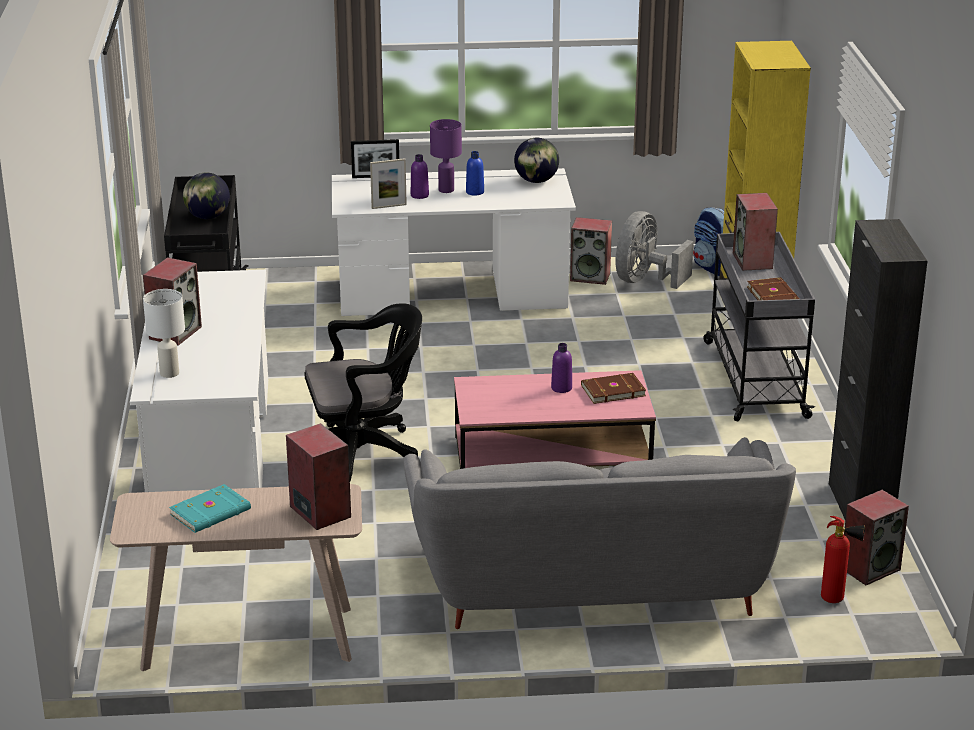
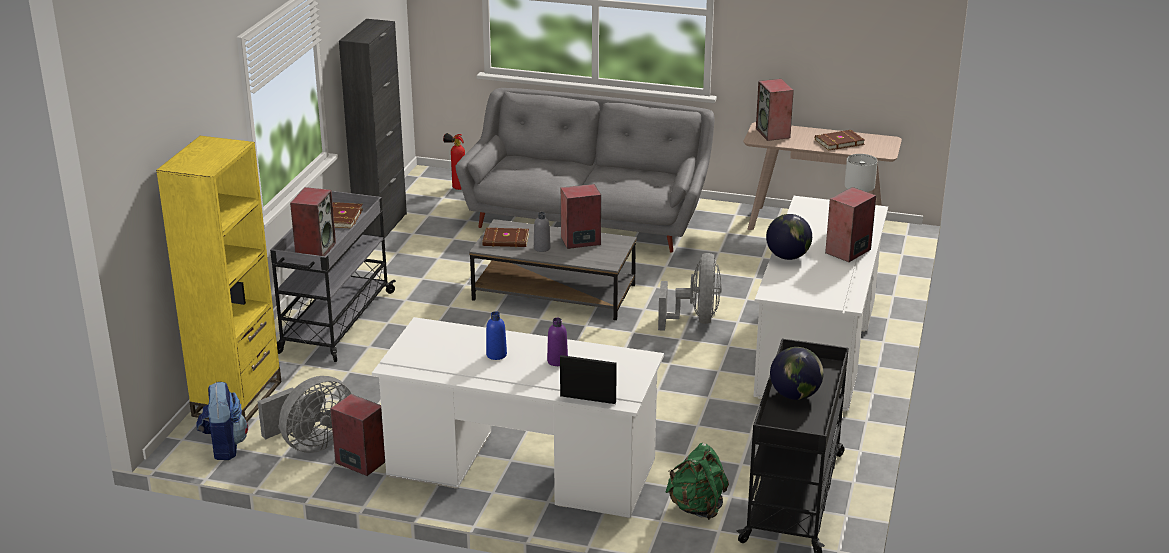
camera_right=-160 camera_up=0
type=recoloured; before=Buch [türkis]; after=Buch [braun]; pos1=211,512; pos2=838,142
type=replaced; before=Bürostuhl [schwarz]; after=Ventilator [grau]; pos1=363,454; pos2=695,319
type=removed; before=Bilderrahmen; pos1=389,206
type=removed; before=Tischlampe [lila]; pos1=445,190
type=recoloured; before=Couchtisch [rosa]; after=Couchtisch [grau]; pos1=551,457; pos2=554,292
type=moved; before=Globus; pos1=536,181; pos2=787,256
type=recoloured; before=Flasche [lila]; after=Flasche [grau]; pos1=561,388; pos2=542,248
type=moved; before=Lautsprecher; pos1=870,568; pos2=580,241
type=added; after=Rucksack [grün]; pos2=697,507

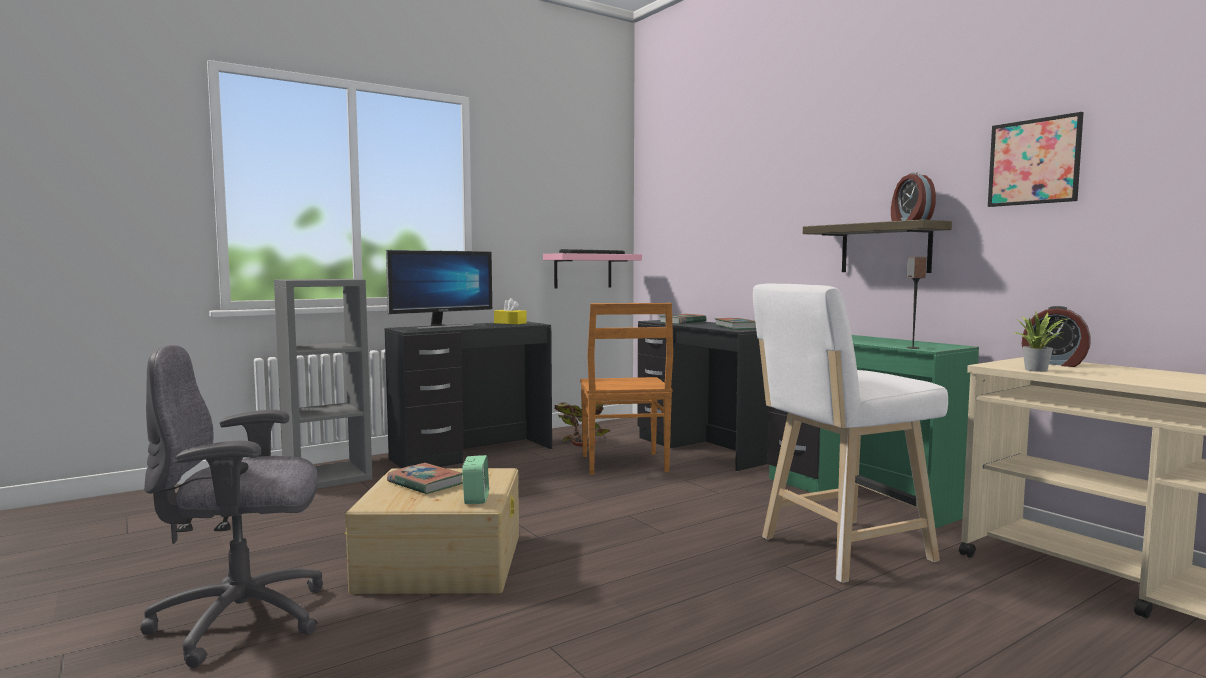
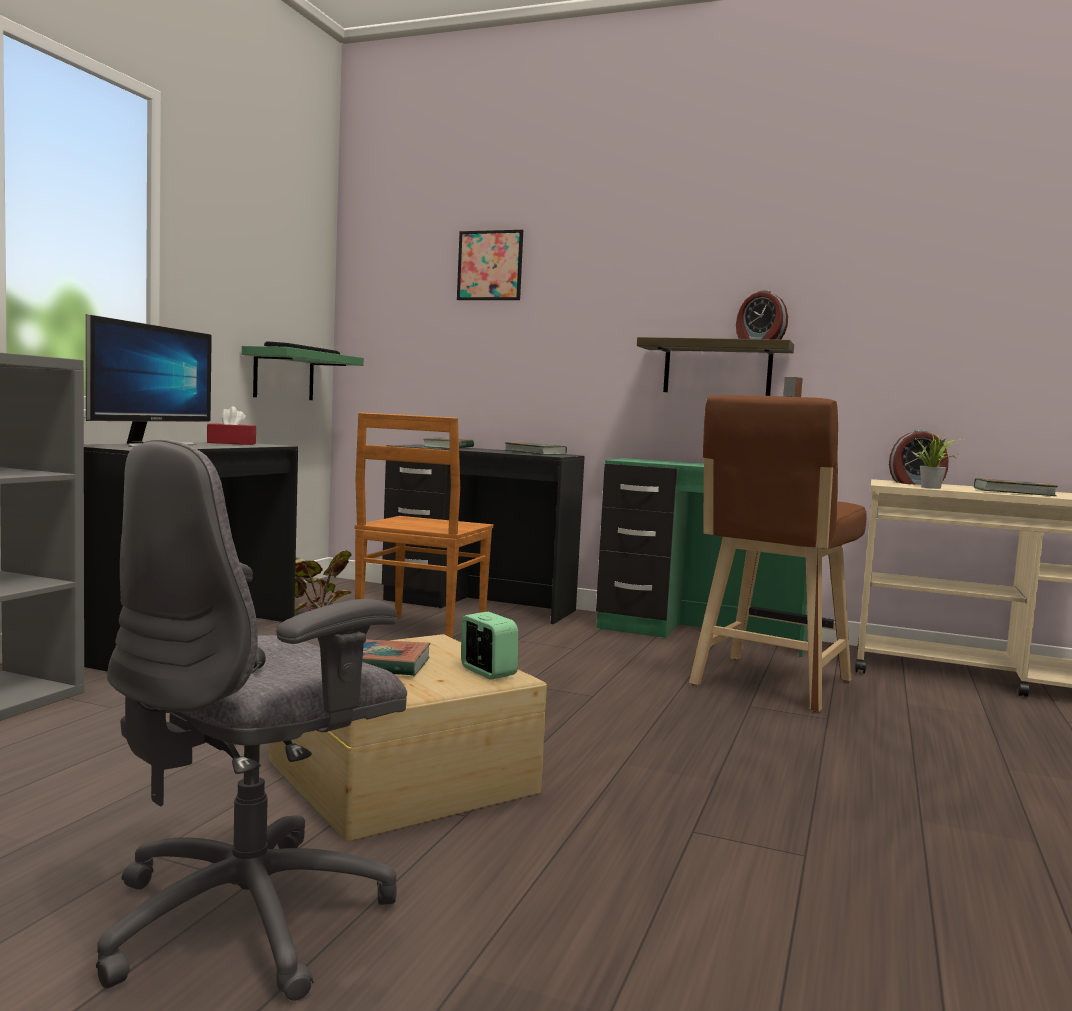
camera_right=-35 camera_up=0
type=recoloured; before=Taschentuchbox [gelb]; after=Taschentuchbox [rot]; pos1=510,323; pos2=231,443
type=recoloured; before=Wandregal [rosa]; after=Wandregal [grün]; pos1=583,271; pos2=284,375
type=turned; before=Stuhl [braun]; pos1=624,464; pos2=419,631; turn=60
type=recoloured; before=Hocker [weiß]; after=Hocker [braun]; pos1=838,551; pos2=768,685
type=moved; before=Bild; pos1=1034,162; pos2=490,265
type=added; after=Buch; pos2=1013,492

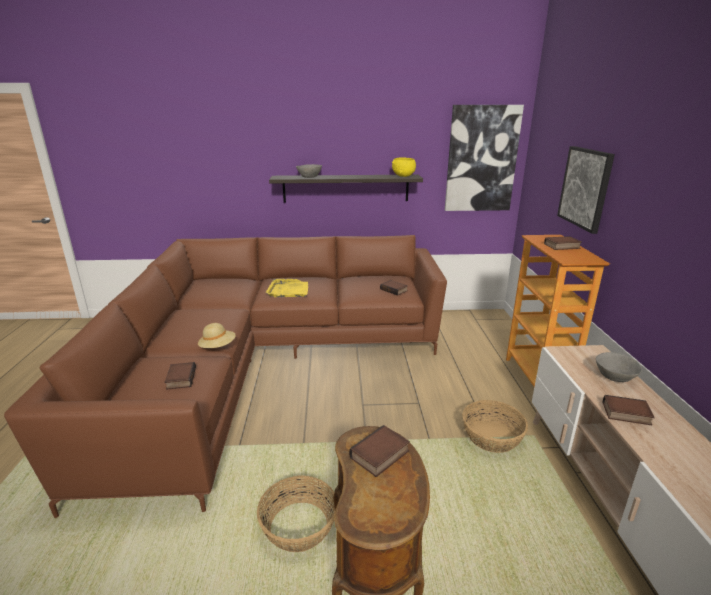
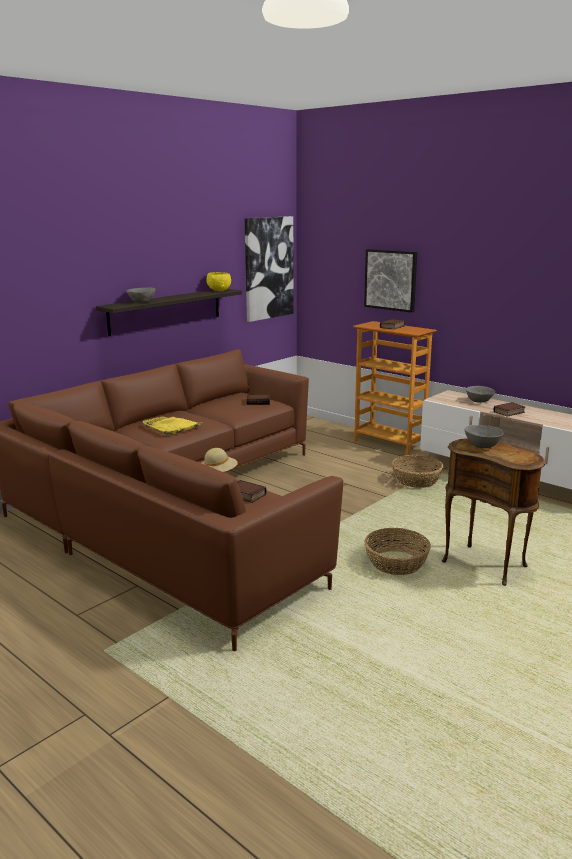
camera_right=-45 camera_up=-5
type=replaced; before=Buch; after=Schüssel [grau]; pos1=380,455; pos2=483,445

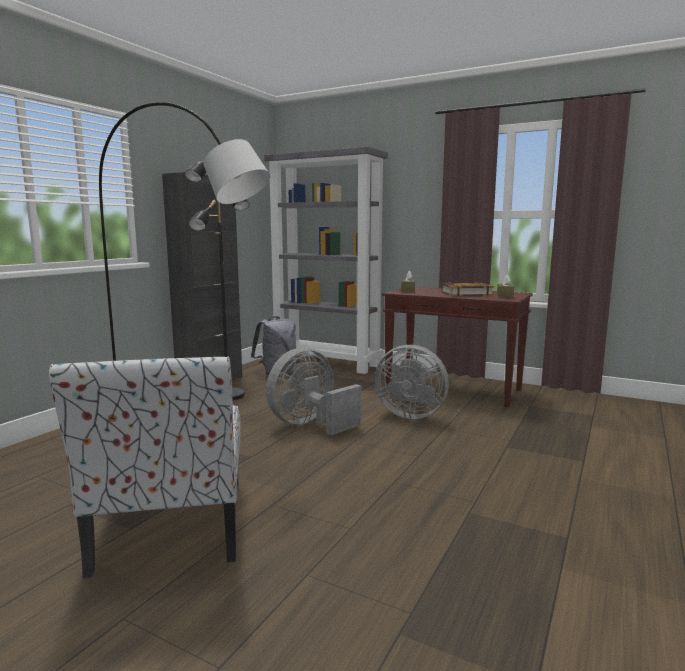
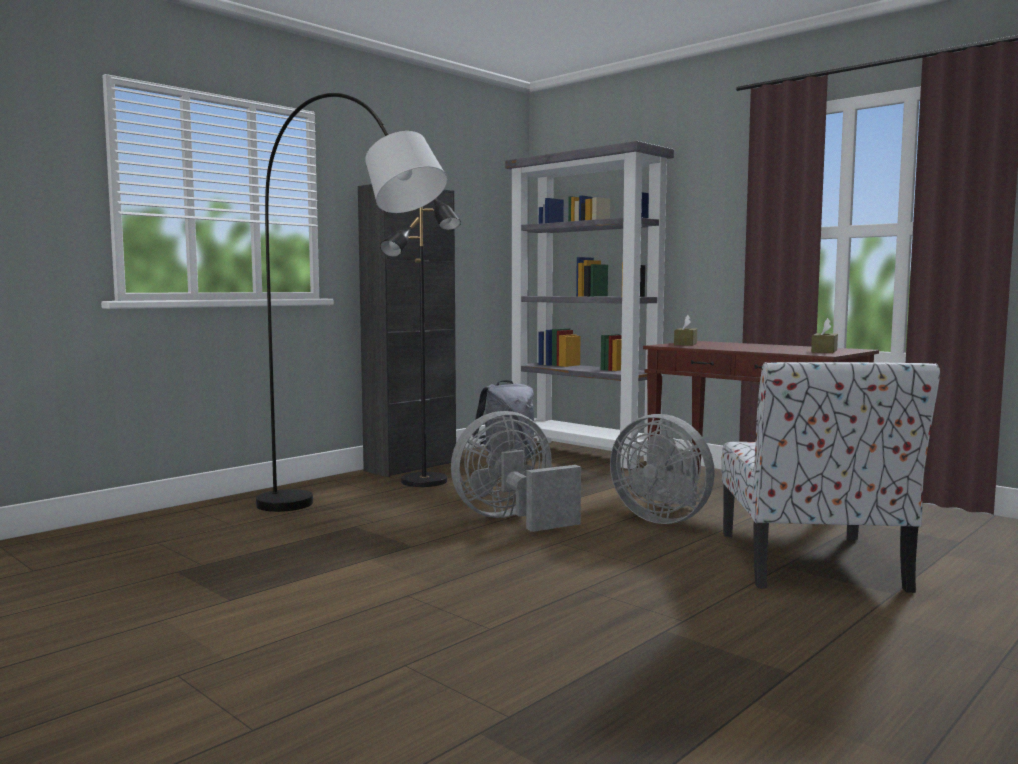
camera_right=15 camera_up=-5
type=moved; before=Stuhl; pos1=171,526; pos2=811,562
type=removed; before=Buch; pos1=466,293

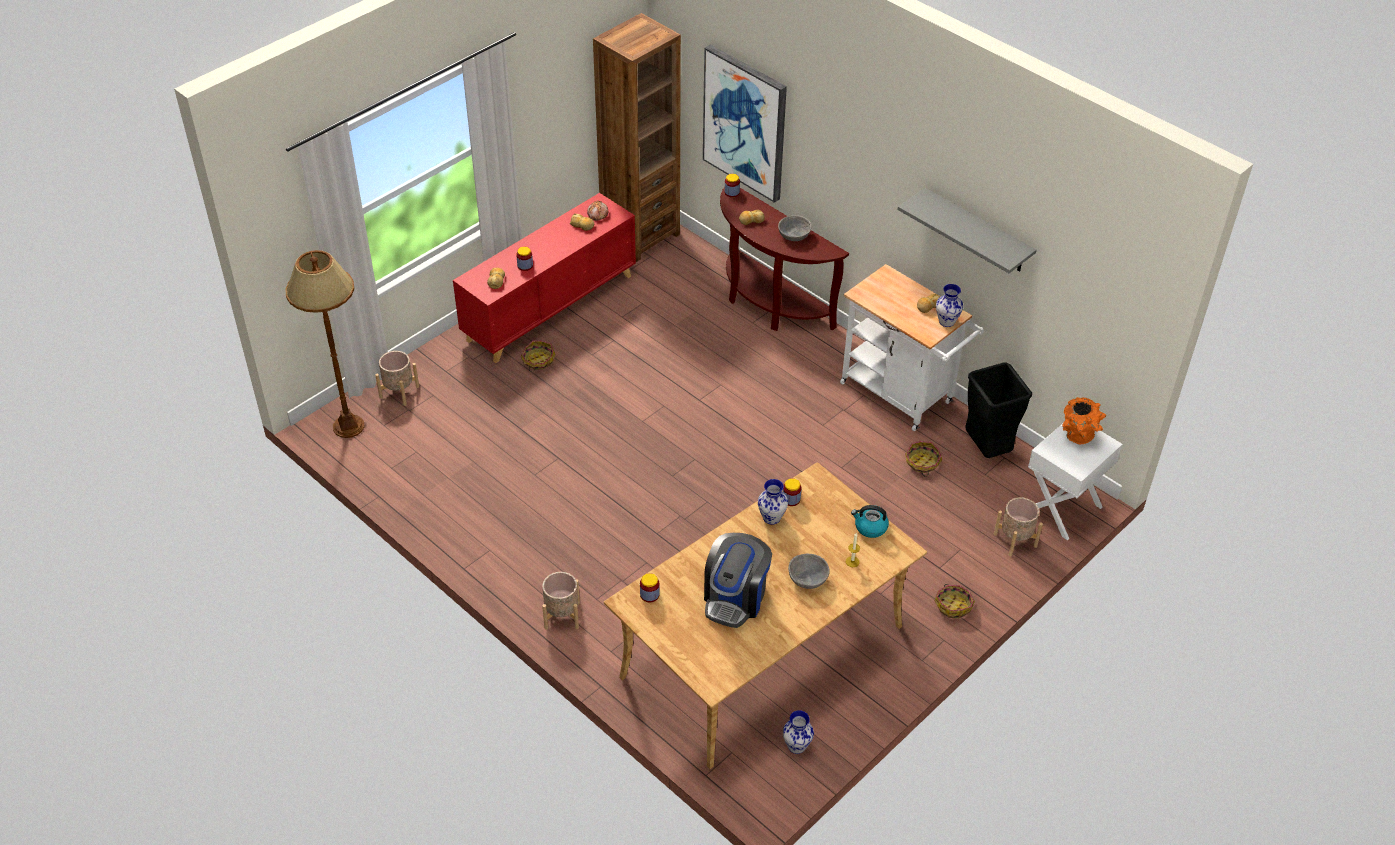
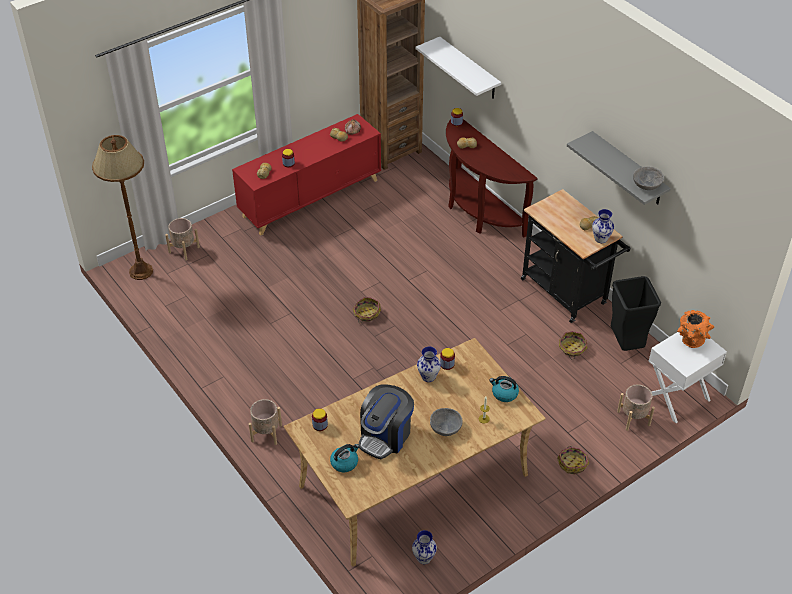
camera_right=10 camera_up=0
type=moved; before=Korb; pos1=538,361; pos2=366,314
type=replaced; before=Bild; after=Wandregal [weiß]; pos1=745,122; pos2=469,69
type=moved; before=Schüssel [grau]; pos1=794,235; pos2=647,185
type=recoloured; before=Rollwagen [weiß]; after=Rollwagen [schwarz]; pos1=902,396; pos2=567,294
type=added; after=Wasserkessel; pos2=344,462

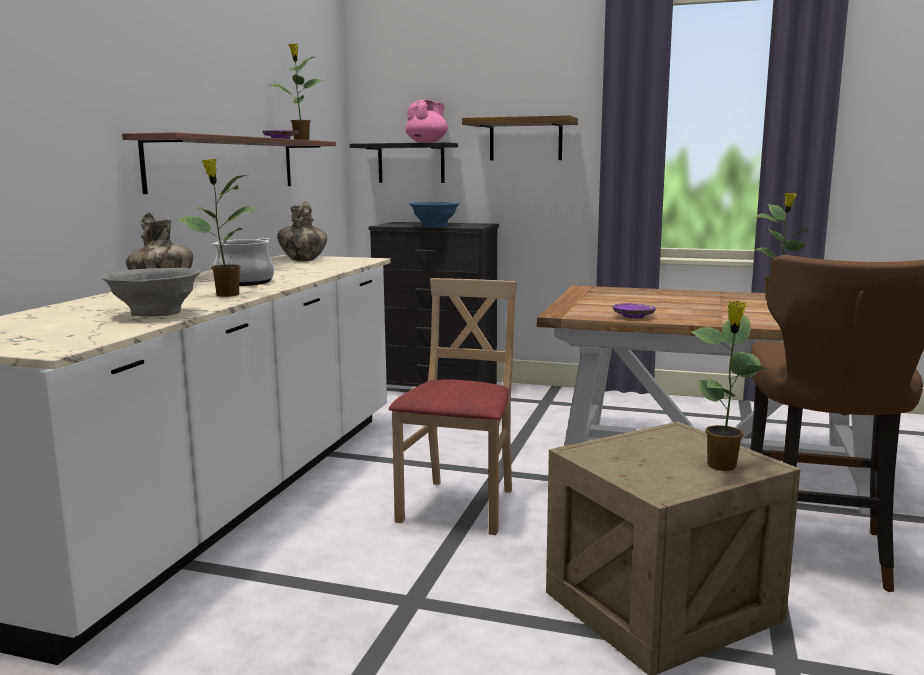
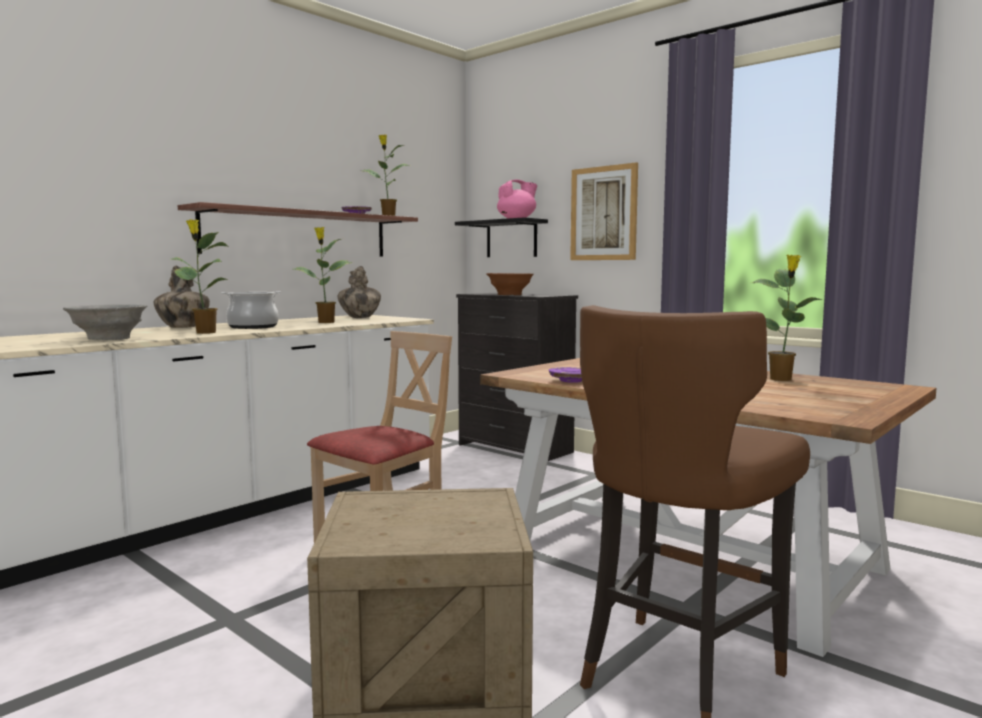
camera_right=25 camera_up=-5
type=recoloured; before=Schüssel [blau]; after=Schüssel [braun]; pos1=434,226; pos2=509,295
type=replaced; before=Wandregal; after=Bild; pos1=525,139; pos2=603,213
type=moved; before=Topfpflanze; pos1=722,466; pos2=325,322

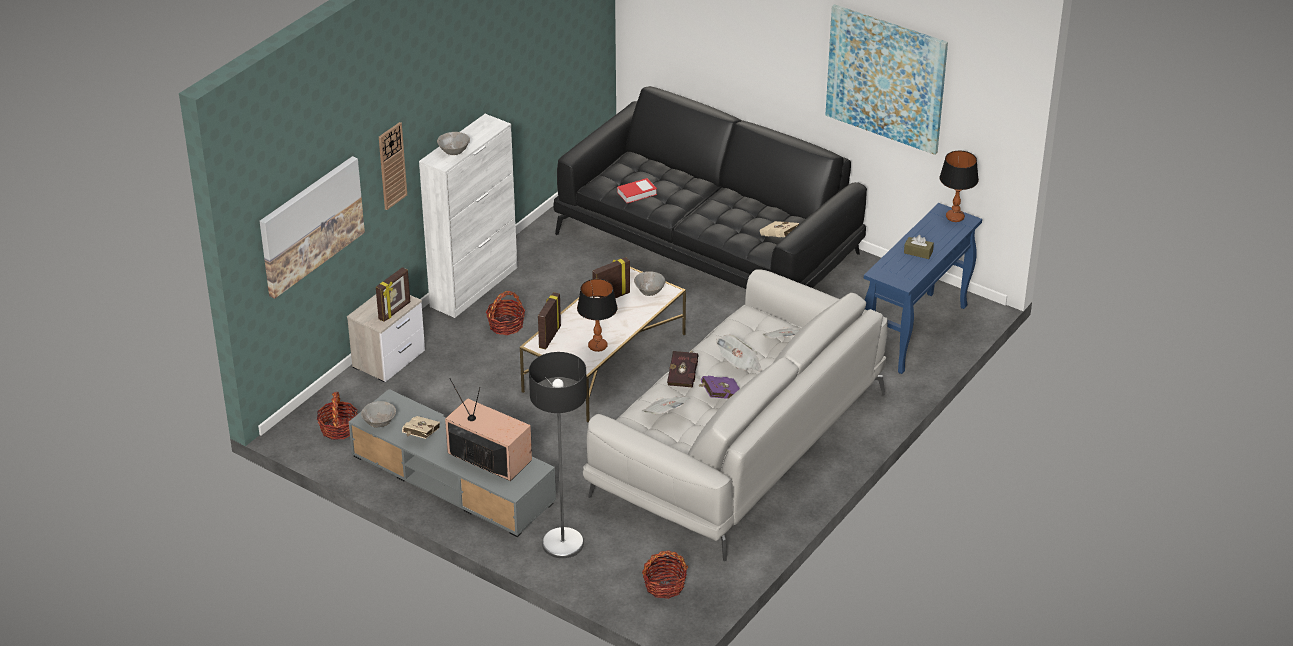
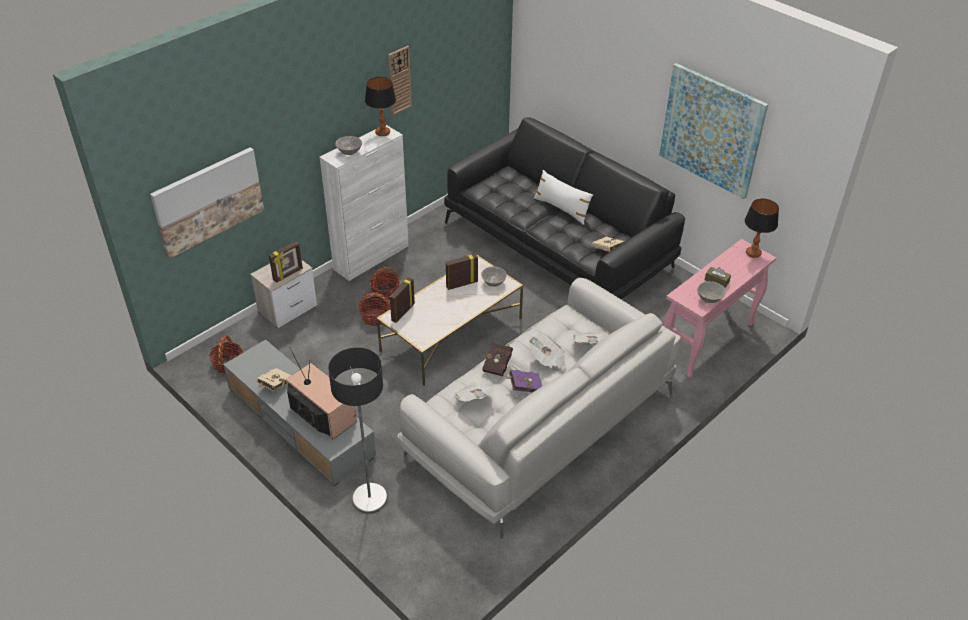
camera_right=10 camera_up=5
type=moved; before=Schüssel [grau]; pos1=380,423; pos2=710,299
type=moved; before=Wanduhr; pos1=392,166; pos2=399,80
type=moved; before=Tischlampe; pos1=598,346; pos2=383,133
type=removed; before=Buch; pos1=637,193
type=moved; before=Korb; pos1=664,585; pos2=375,317
type=recoloured; before=Konsolentisch [blau]; after=Konsolentisch [rosa]; pos1=915,333; pos2=707,342
type=added; after=Kissen [weiß]; pos2=562,209

